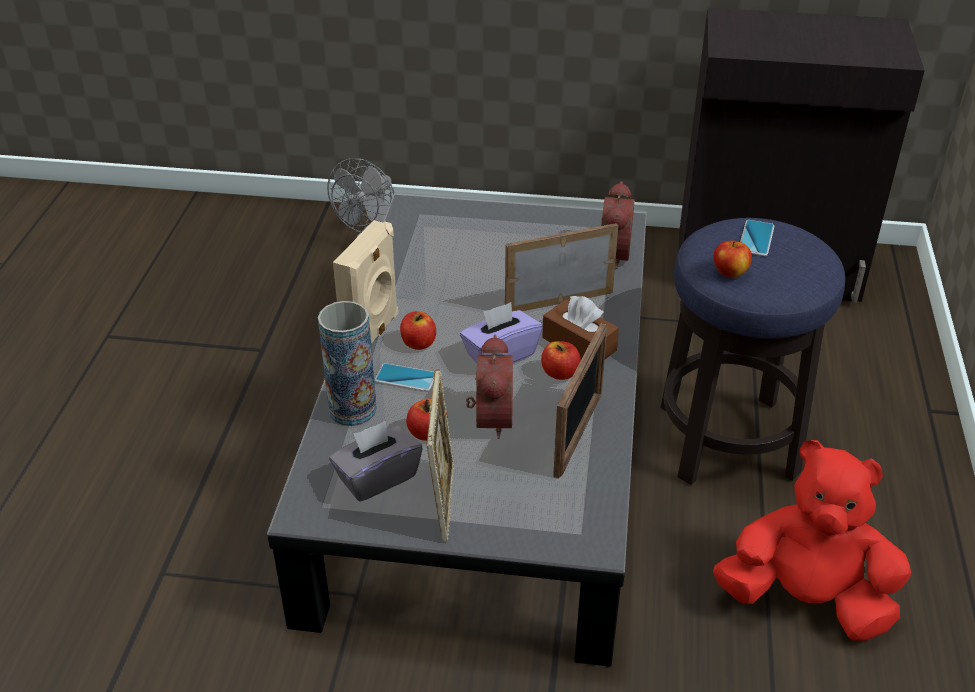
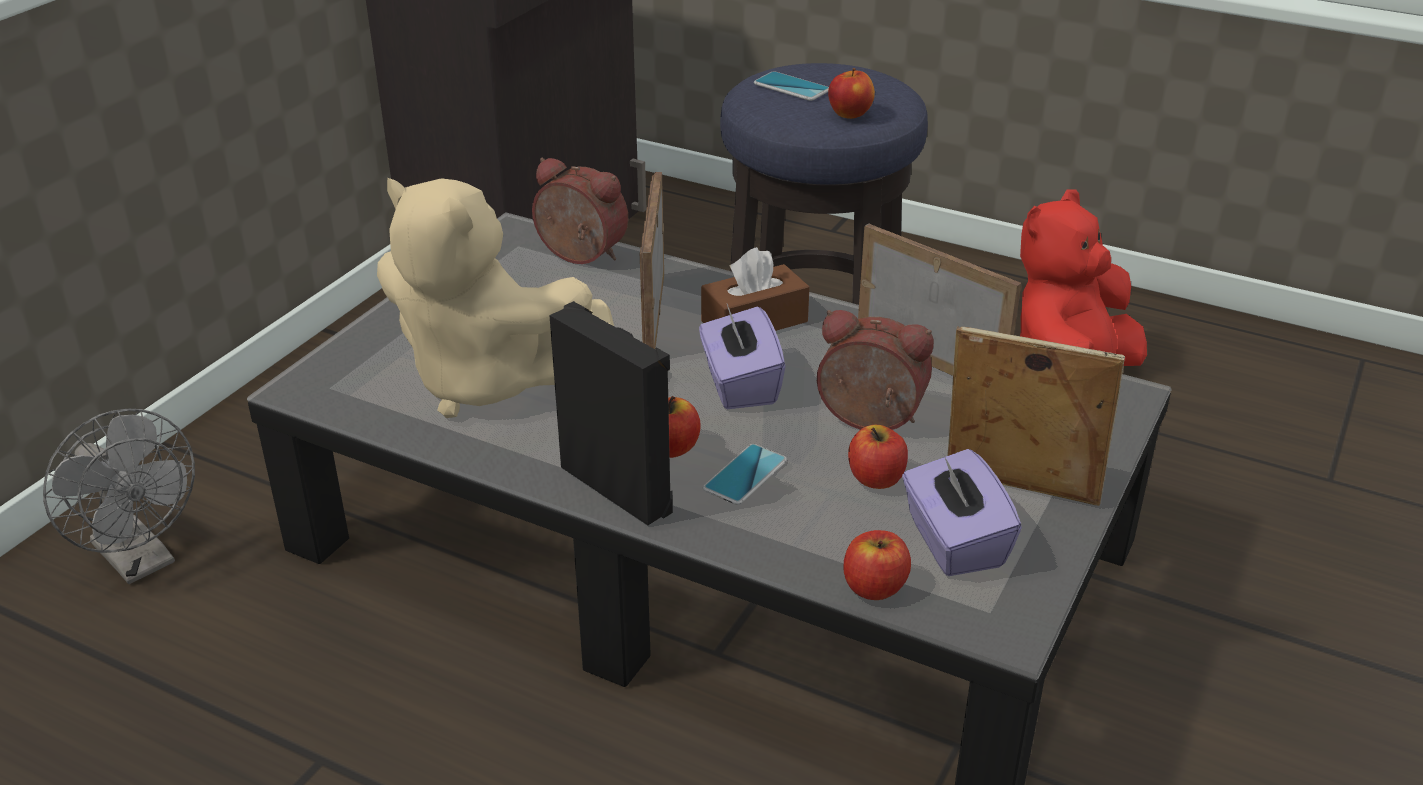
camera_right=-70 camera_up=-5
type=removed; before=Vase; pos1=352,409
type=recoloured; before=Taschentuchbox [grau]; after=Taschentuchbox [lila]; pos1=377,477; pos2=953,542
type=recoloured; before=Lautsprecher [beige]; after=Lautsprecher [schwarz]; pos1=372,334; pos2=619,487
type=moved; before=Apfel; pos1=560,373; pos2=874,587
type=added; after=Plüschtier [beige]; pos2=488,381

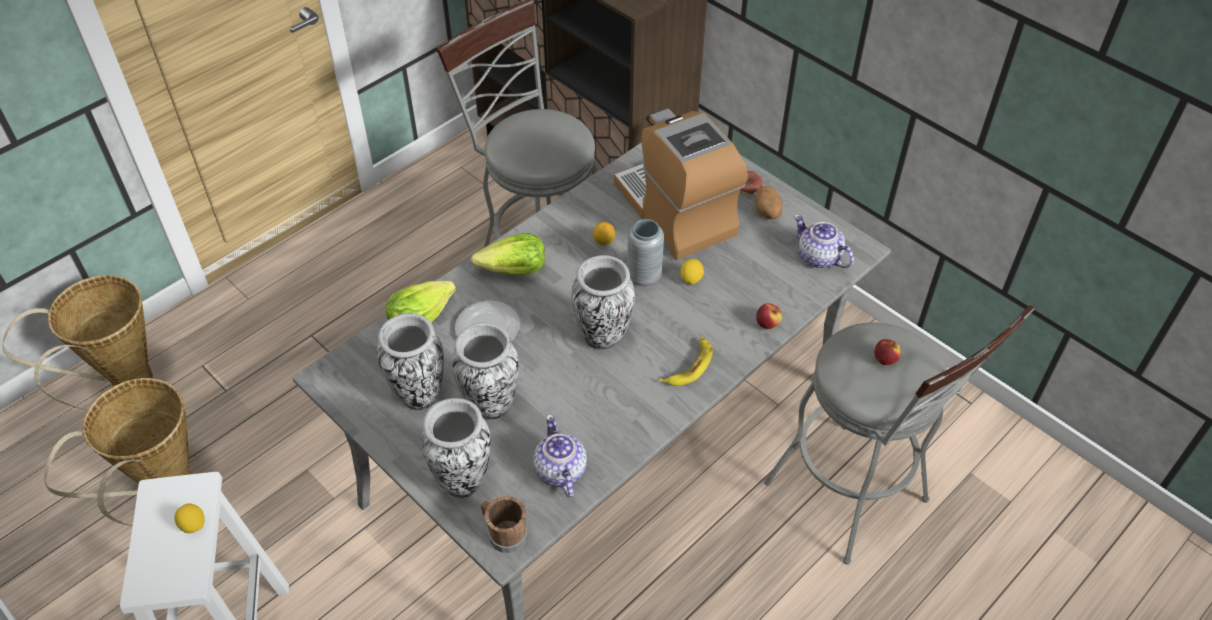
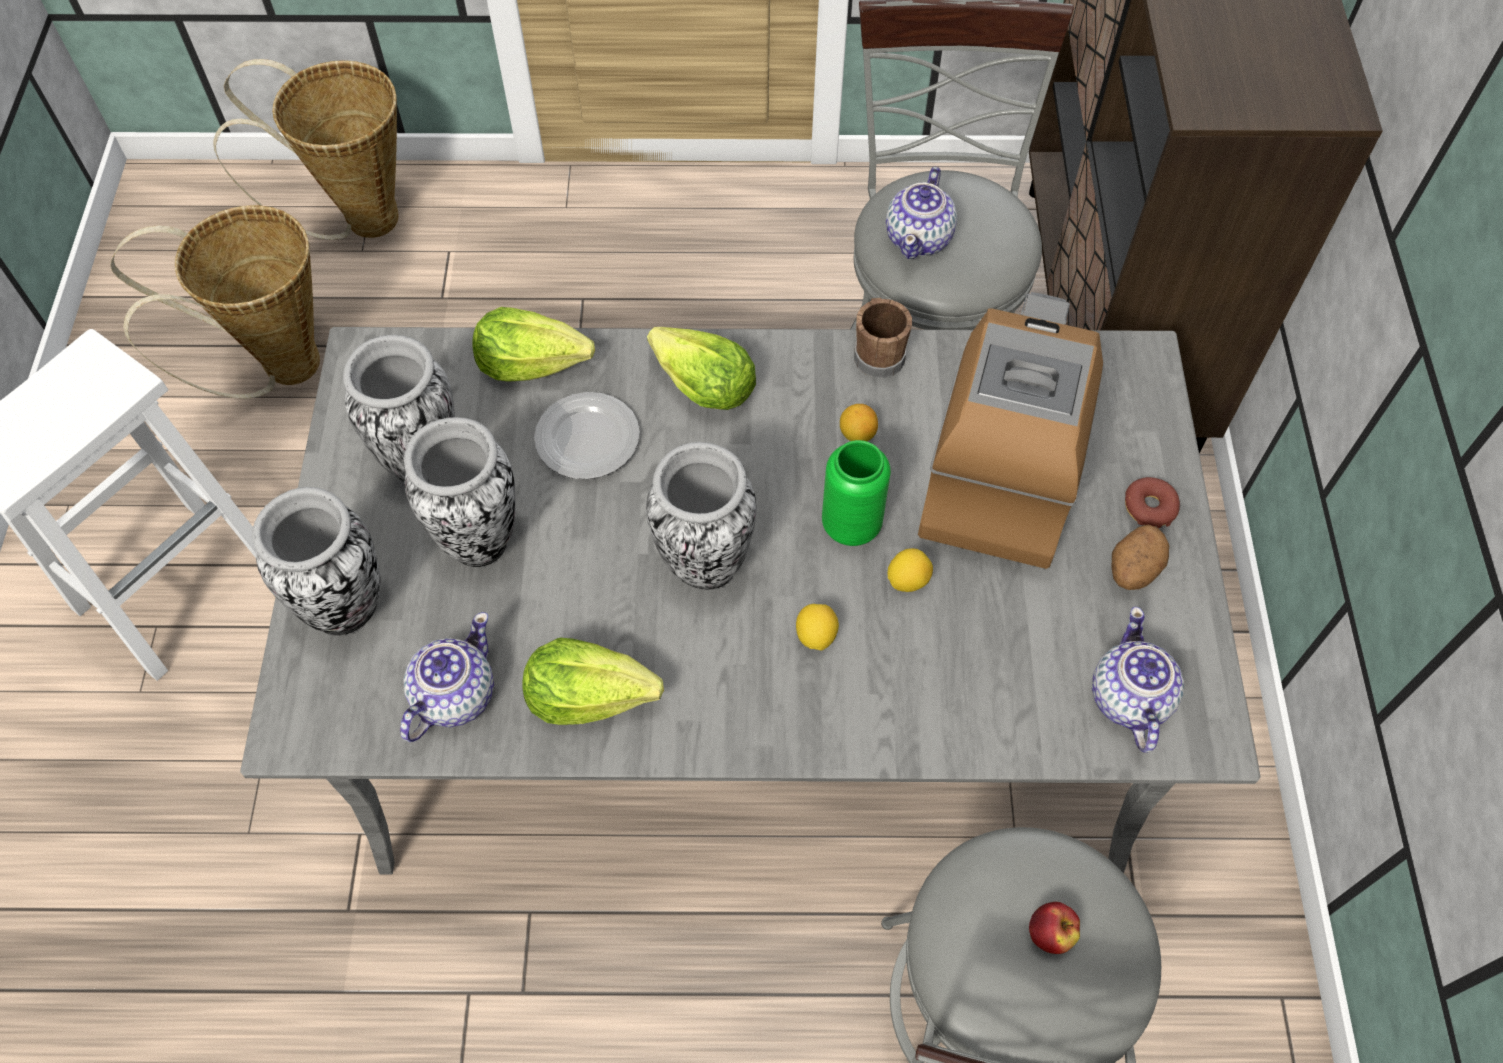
camera_right=45 camera_up=10
type=moved; before=Zitrone; pos1=193,525; pos2=816,635
type=moved; before=Henkelbecher [braun]; pos1=504,533; pos2=878,353
type=recoloured; before=Vase [grau]; after=Vase [grün]; pos1=644,276; pos2=851,525
type=removed; before=Banane; pos1=689,366
type=removed; before=Apfel; pos1=767,324
type=added; after=Salatkopf; pos2=590,695
type=added; after=Teekanne; pos2=919,238

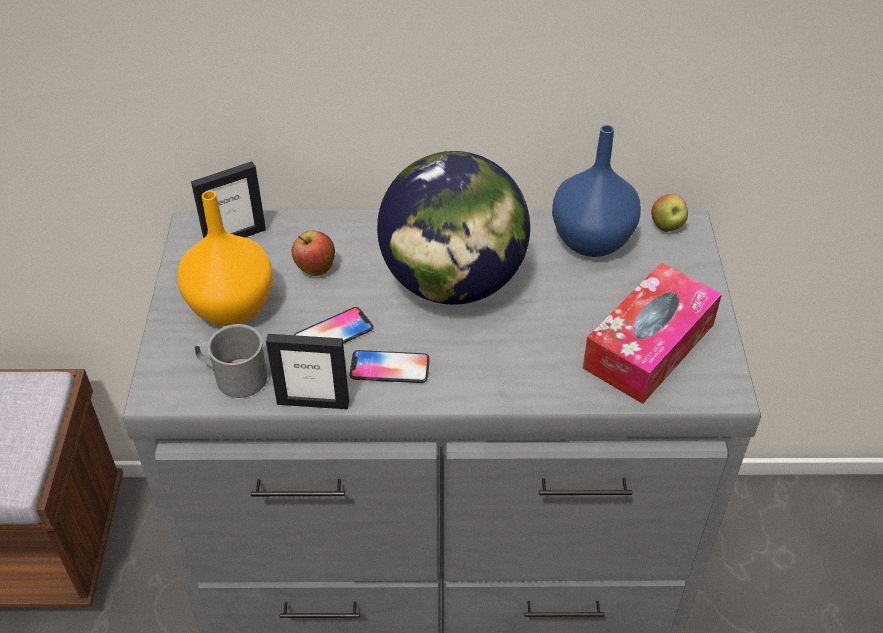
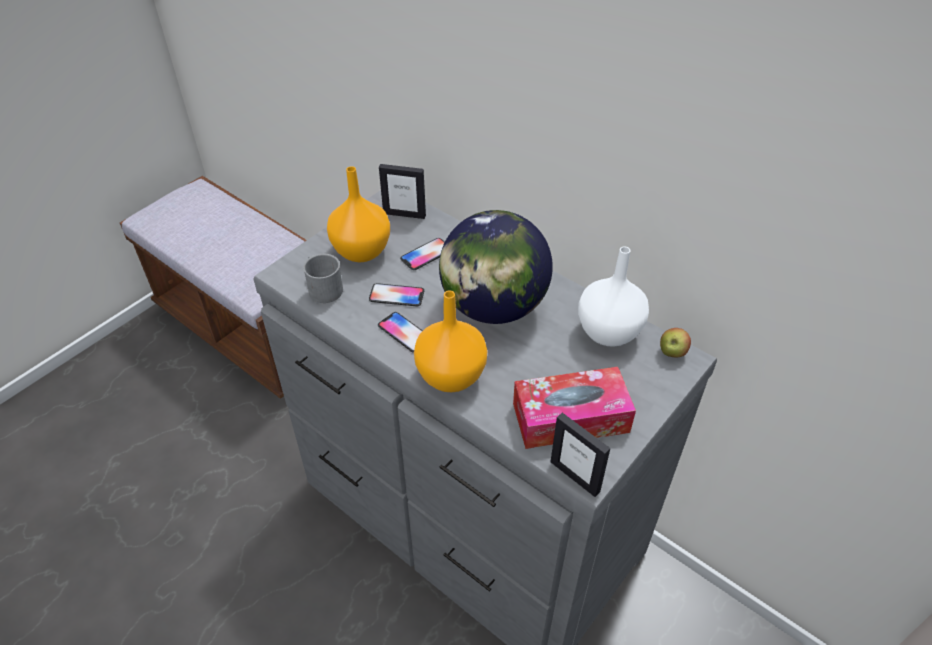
camera_right=40 camera_up=0
type=moved; before=Bilderrahmen; pos1=313,402; pos2=575,476
type=replaced; before=Apfel; after=Handy; pos1=315,269; pos2=426,255
type=recoloured; before=Vase [blau]; after=Vase [weiß]; pos1=593,242; pos2=609,333
type=added; after=Vase [orange]; pos2=451,375

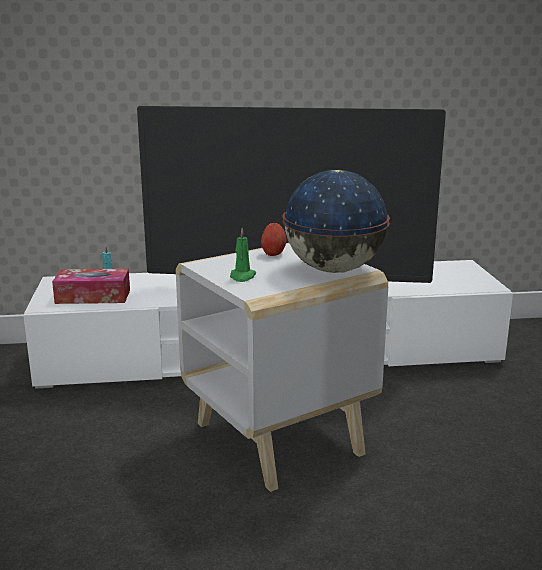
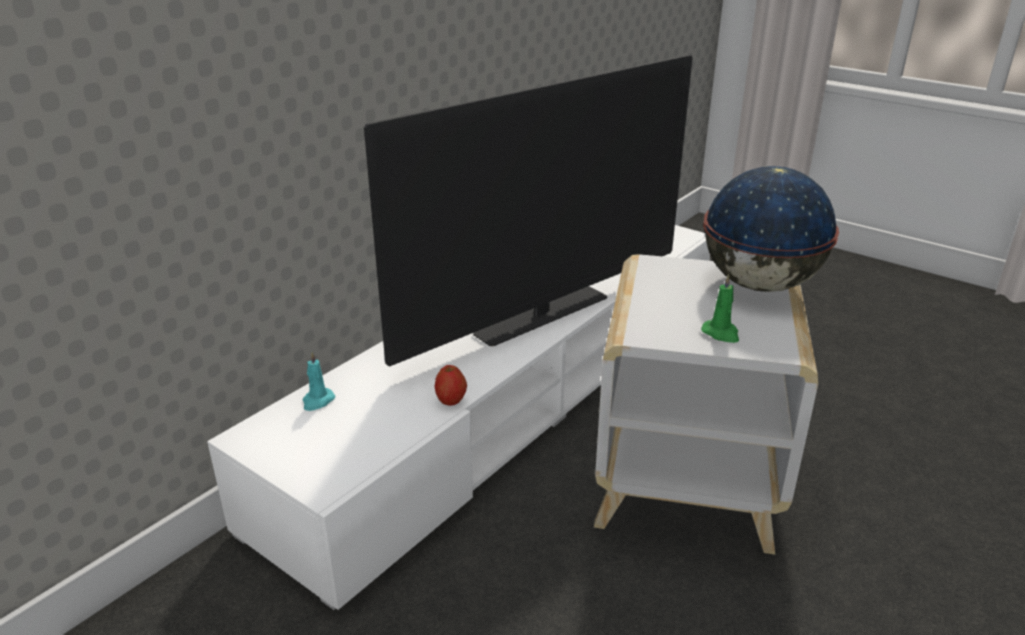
camera_right=-45 camera_up=10
type=removed; before=Taschentuchbox; pos1=93,296
type=moved; before=Apfel; pos1=273,254; pos2=451,400

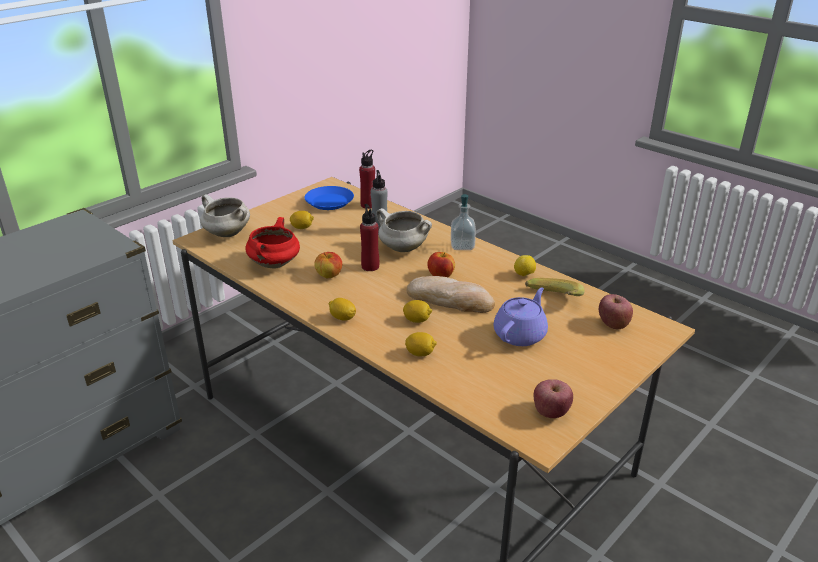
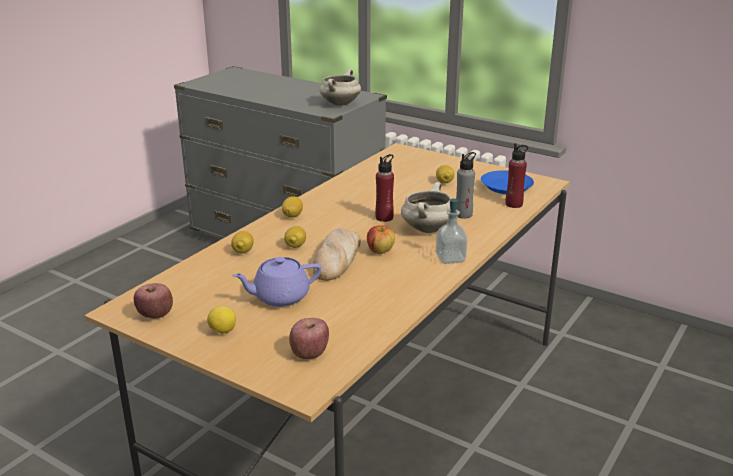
camera_right=80 camera_up=-5
type=moved; before=Kochtopf [weiß]; pos1=226,234; pos2=340,104
type=removed; before=Kochtopf [rot]; pos1=274,265
type=removed; before=Apfel; pos1=329,276
type=turned; before=Teekanne [lila]; pos1=520,334; pos2=279,297; turn=135
type=moved; before=Zitrone; pos1=524,275; pos2=222,331
type=removed; before=Banane; pos1=552,302

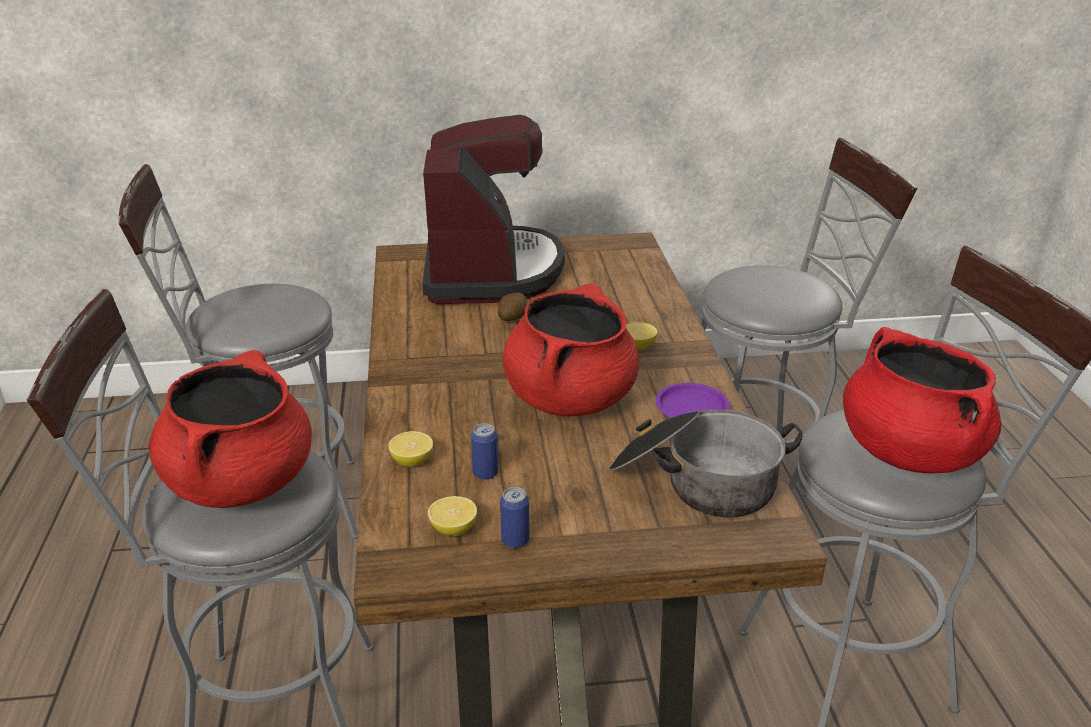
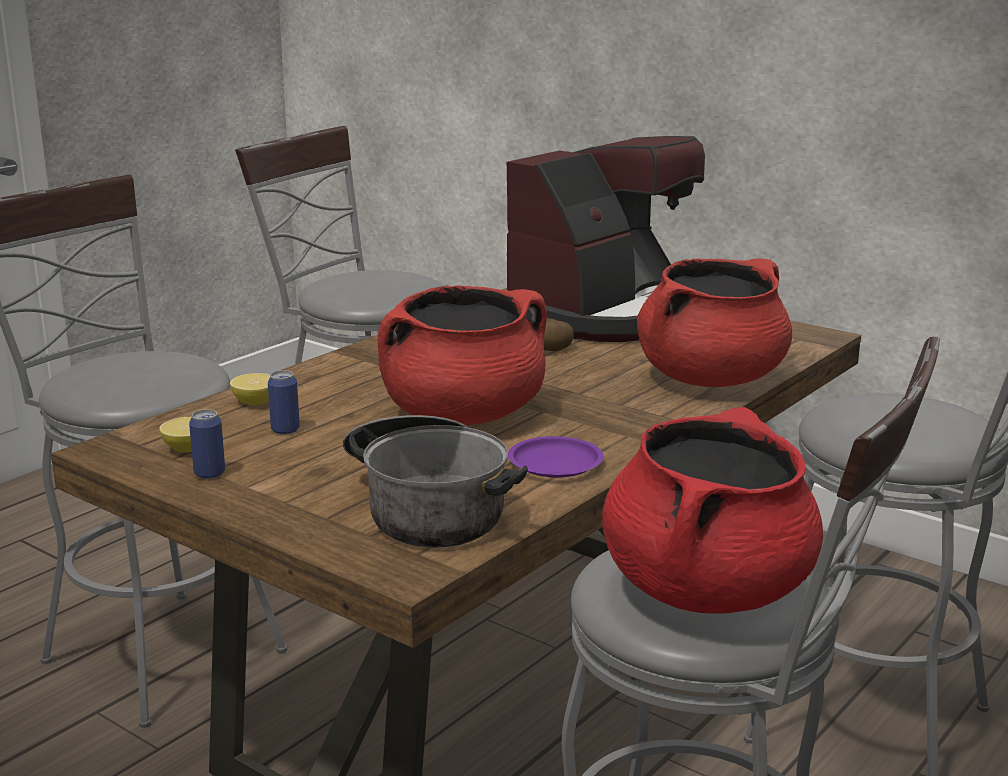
camera_right=45 camera_up=-10
type=moved; before=Kochtopf [rot]; pos1=241,482; pos2=711,378
type=removed; before=Zitrone; pos1=638,346

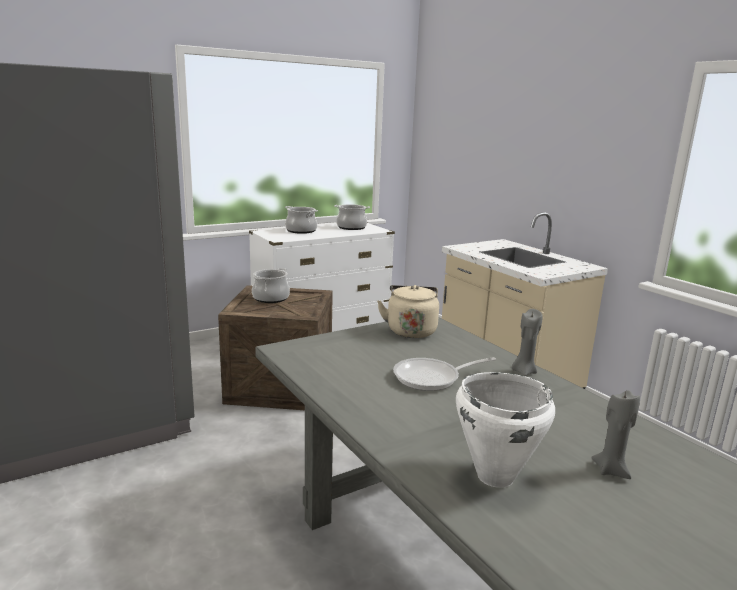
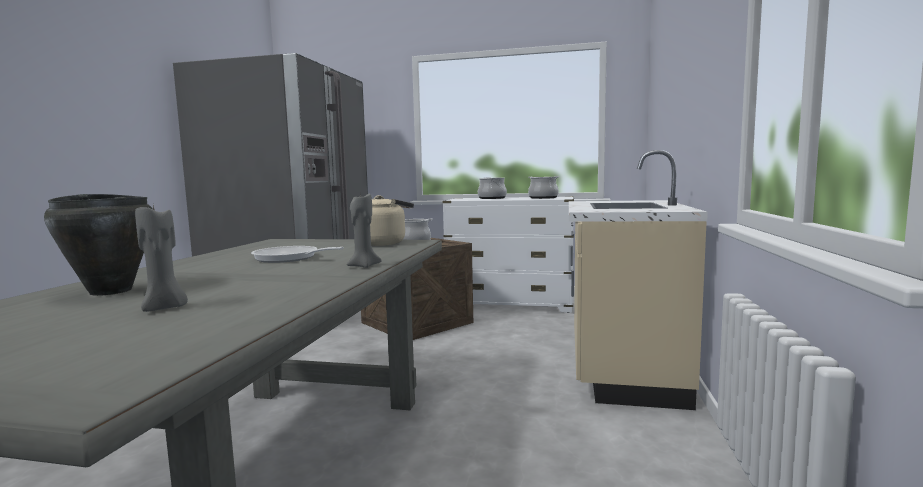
camera_right=45 camera_up=-10
type=recoloured; before=Kochtopf [weiß]; after=Kochtopf [schwarz]; pos1=494,476; pos2=111,291

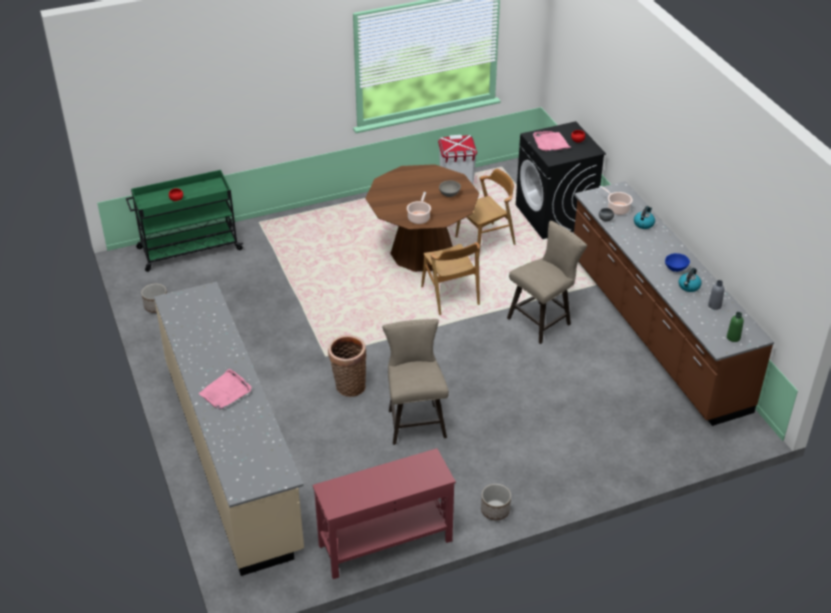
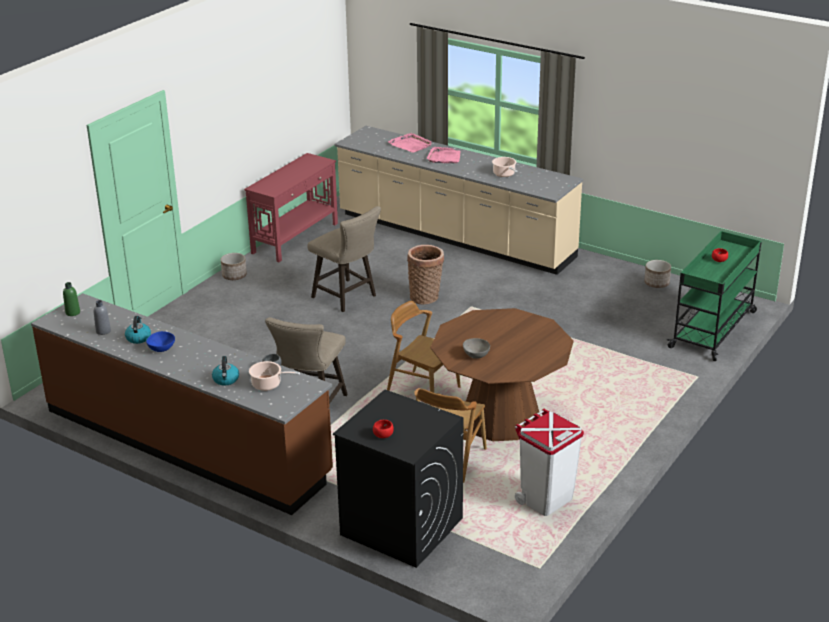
camera_right=145 camera_up=-10
type=moved; before=Kochtopf; pos1=419,217; pos2=504,174
type=moved; before=Tablett [rosa]; pos1=550,143; pos2=410,144

